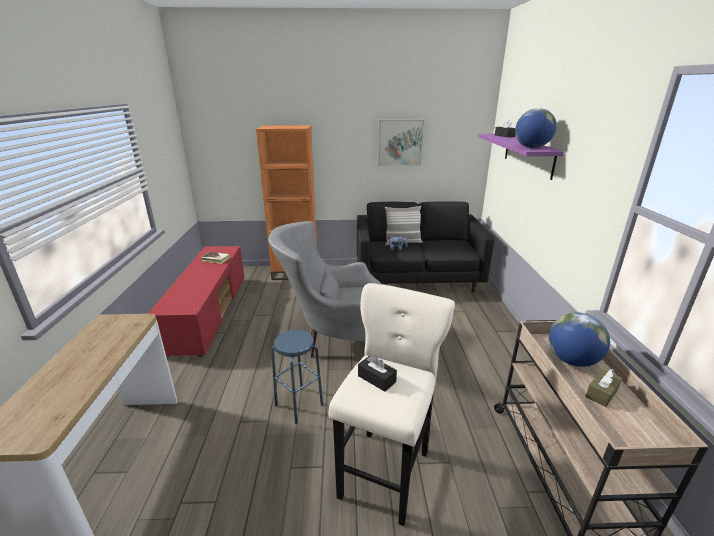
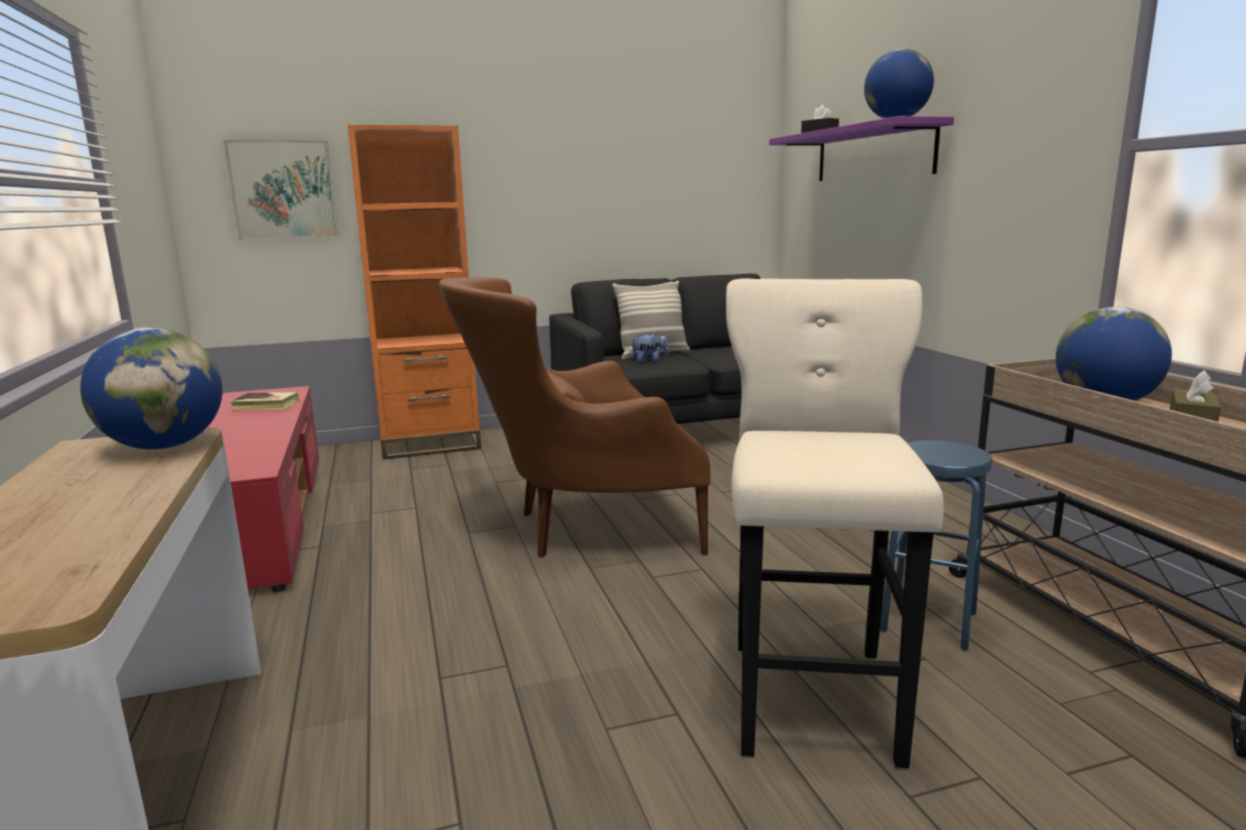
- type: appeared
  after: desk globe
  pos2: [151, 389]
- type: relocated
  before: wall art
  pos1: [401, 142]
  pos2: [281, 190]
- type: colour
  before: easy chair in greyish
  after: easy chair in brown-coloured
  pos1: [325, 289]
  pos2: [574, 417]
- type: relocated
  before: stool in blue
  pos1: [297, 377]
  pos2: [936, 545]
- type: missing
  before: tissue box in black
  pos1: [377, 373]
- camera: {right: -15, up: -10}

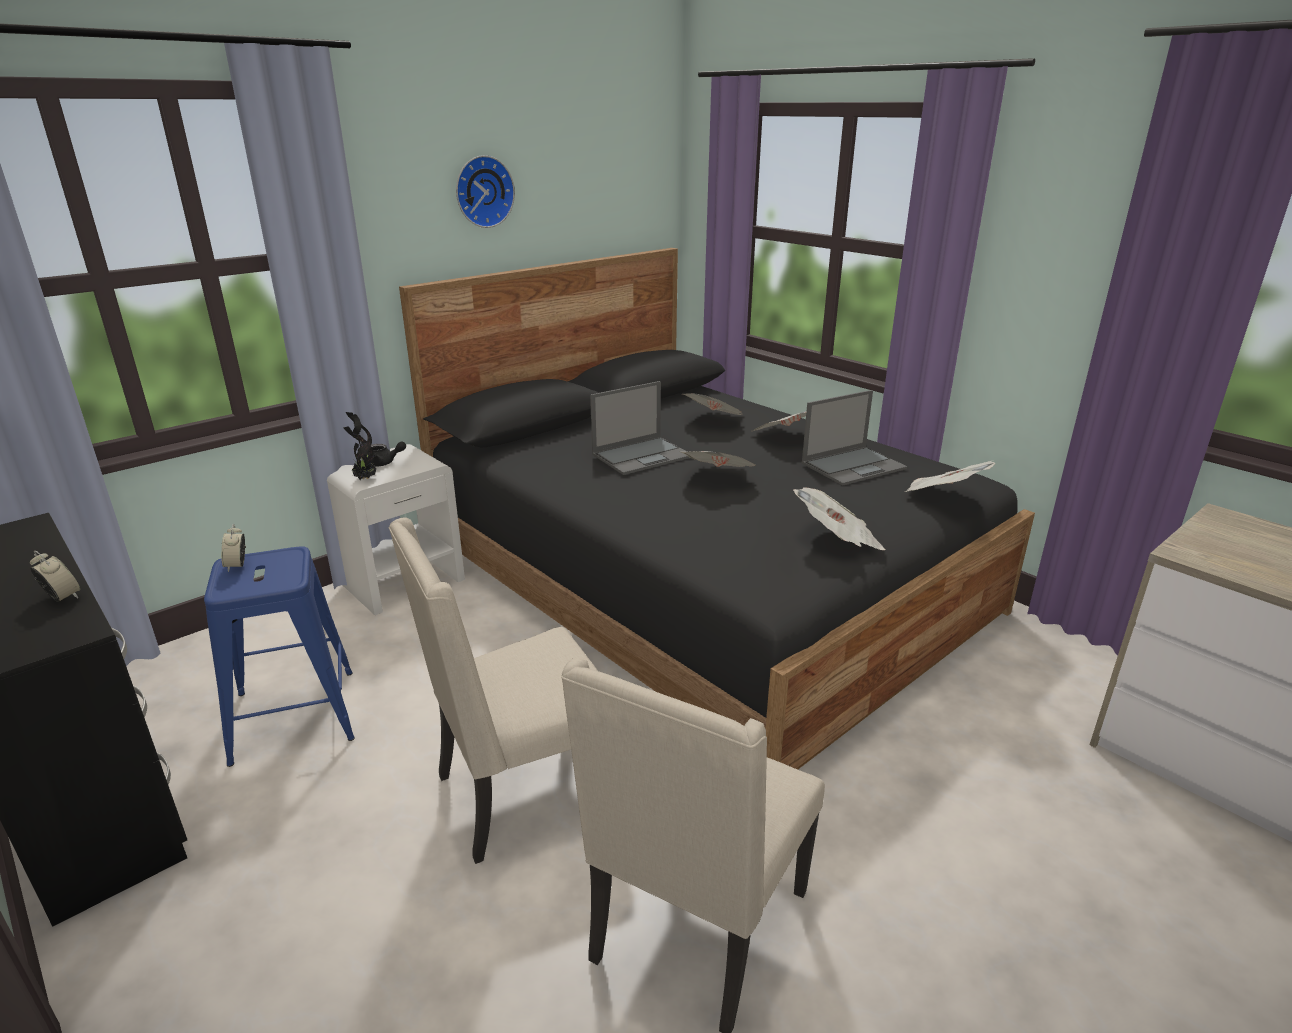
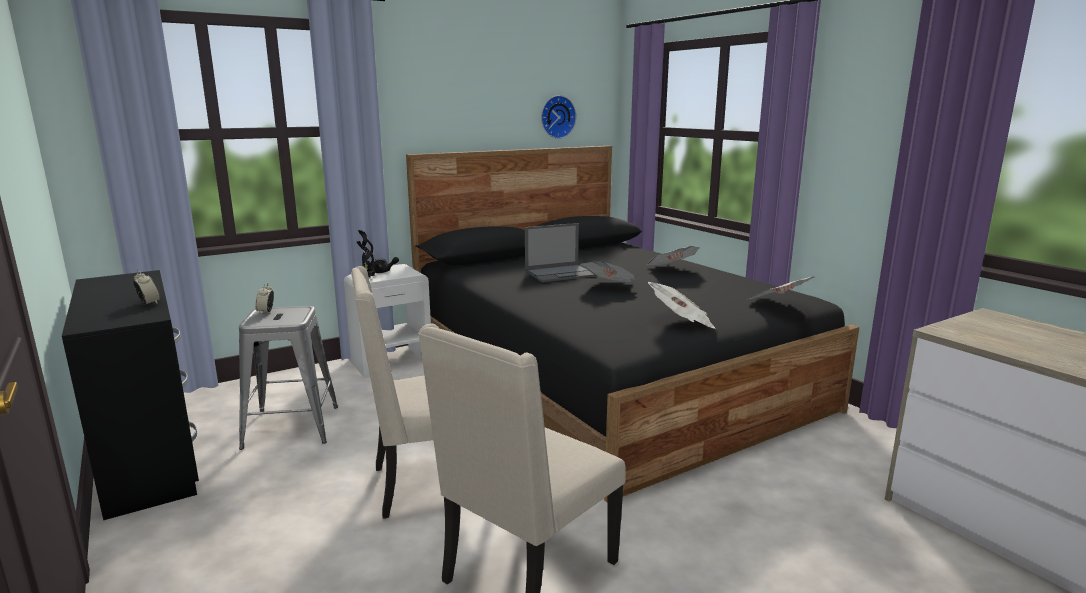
- type: colour
  before: stool in blue
  after: stool in greyish
  pos1: [279, 656]
  pos2: [288, 378]
- type: relocated
  before: clock on the wall
  pos1: [485, 191]
  pos2: [558, 117]
- type: missing
  before: printed paper
  pos1: [713, 404]
- type: missing
  before: laptop
  pos1: [854, 438]
- camera: {right: 10, up: -10}

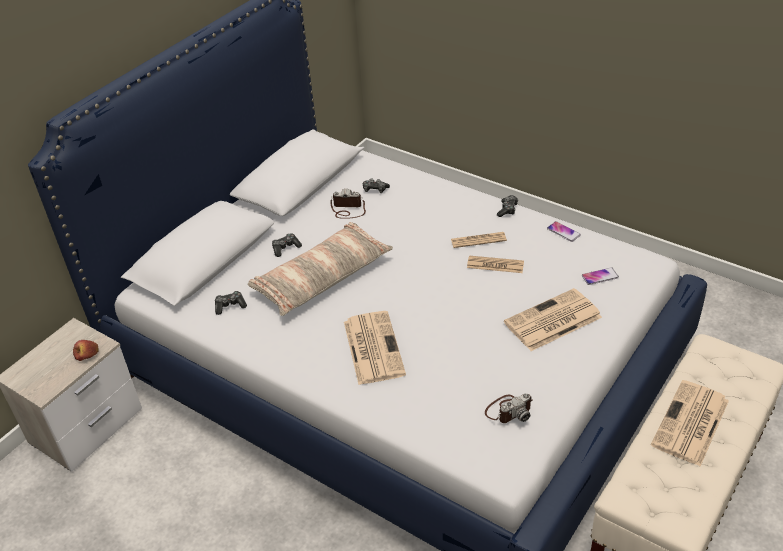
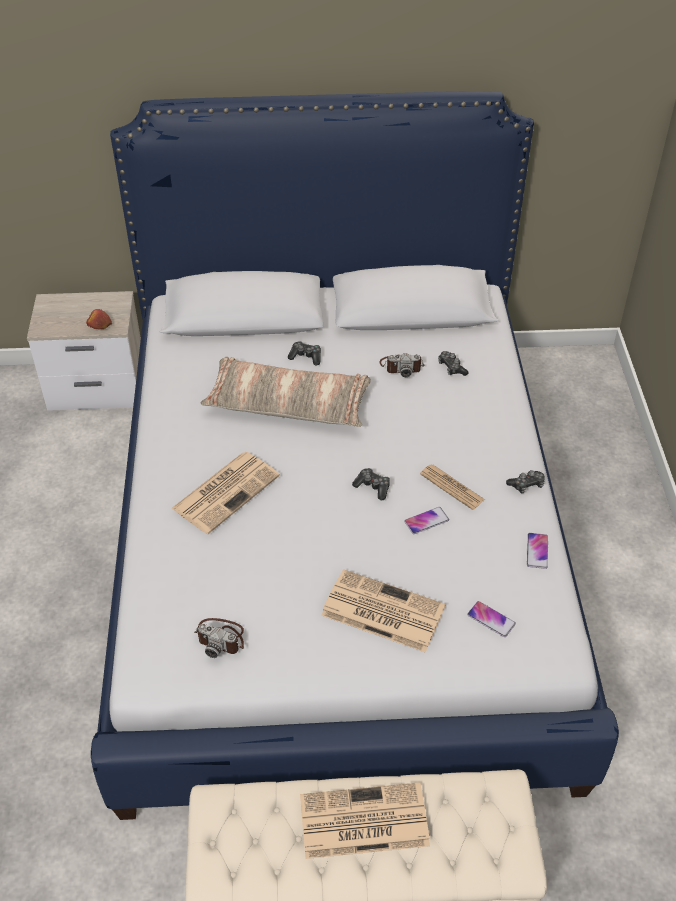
- type: relocated
  before: game controller
  pos1: [231, 303]
  pos2: [371, 484]
- type: spun
  before: still camera
  pos1: [348, 204]
  pos2: [402, 365]
  turn: 120
- type: exchanged
  before: printed paper
  after: handset
  pos1: [495, 264]
  pos2: [426, 520]
- camera: {right: 50, up: 5}

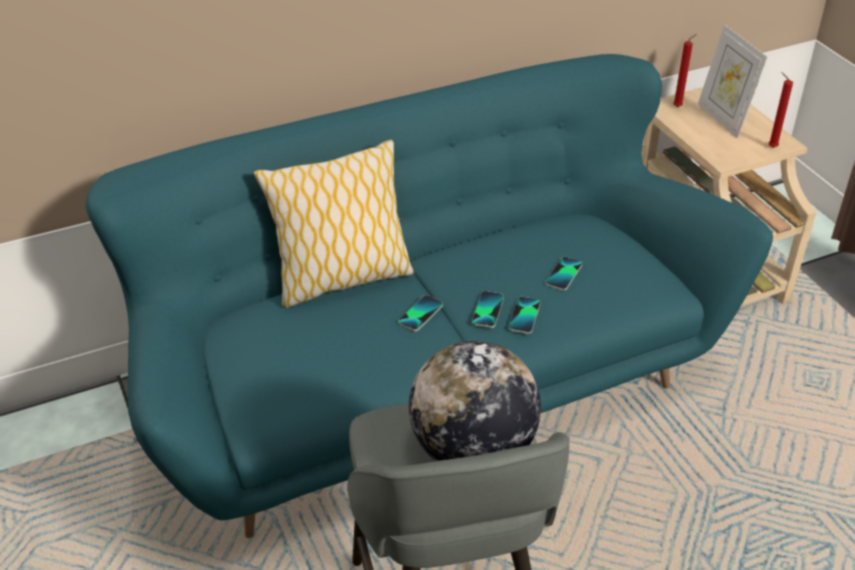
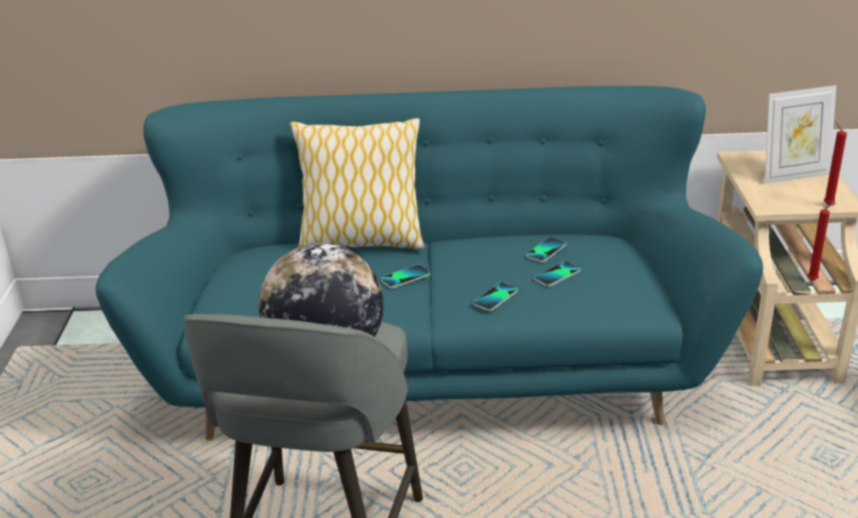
- type: relocated
  before: handset
  pos1: [488, 309]
  pos2: [546, 249]
- type: spun
  before: picture frame
  pos1: [733, 81]
  pos2: [801, 134]
  turn: -105
- type: relocated
  before: wax candle in red-coloured
  pos1: [685, 70]
  pos2: [821, 242]
- camera: {right: 25, up: -10}

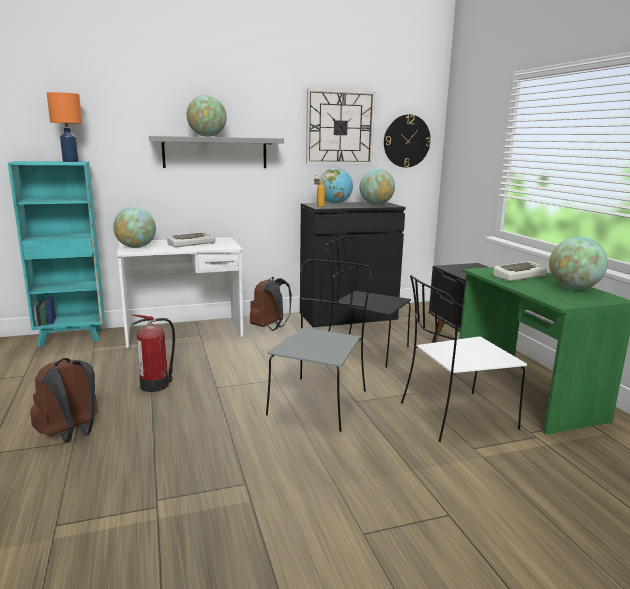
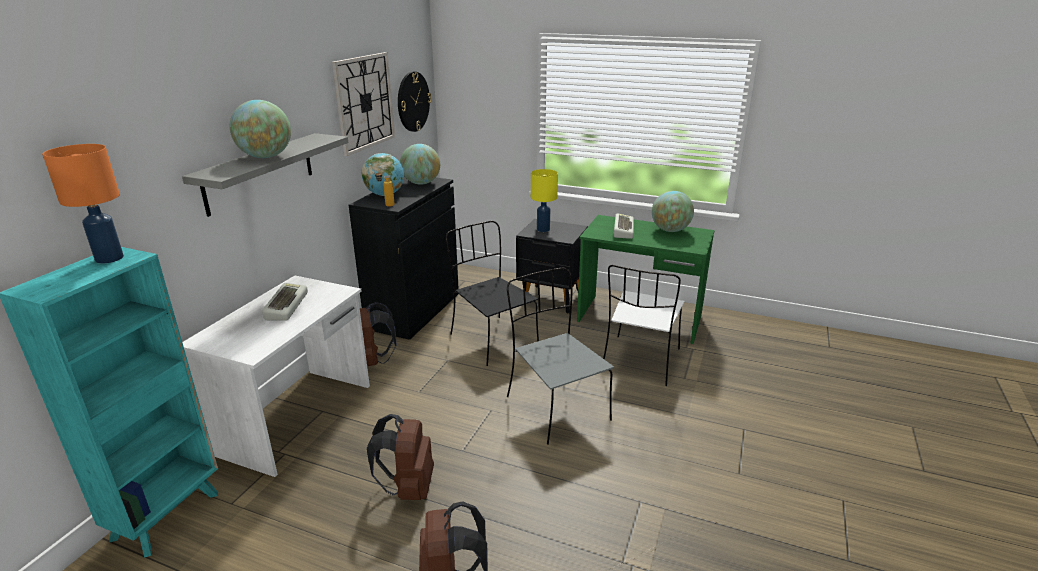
- type: exchanged
  before: fire extinguisher
  after: knapsack in brown-coloured
  pos1: [153, 353]
  pos2: [400, 457]
- type: spun
  before: upright chair in black
  pos1: [368, 302]
  pos2: [492, 293]
  turn: 75
- type: appeared
  after: table lamp in yellow
  pos2: [544, 200]
- type: missing
  before: desk globe
  pos1: [134, 227]
- camera: {right: -50, up: 10}

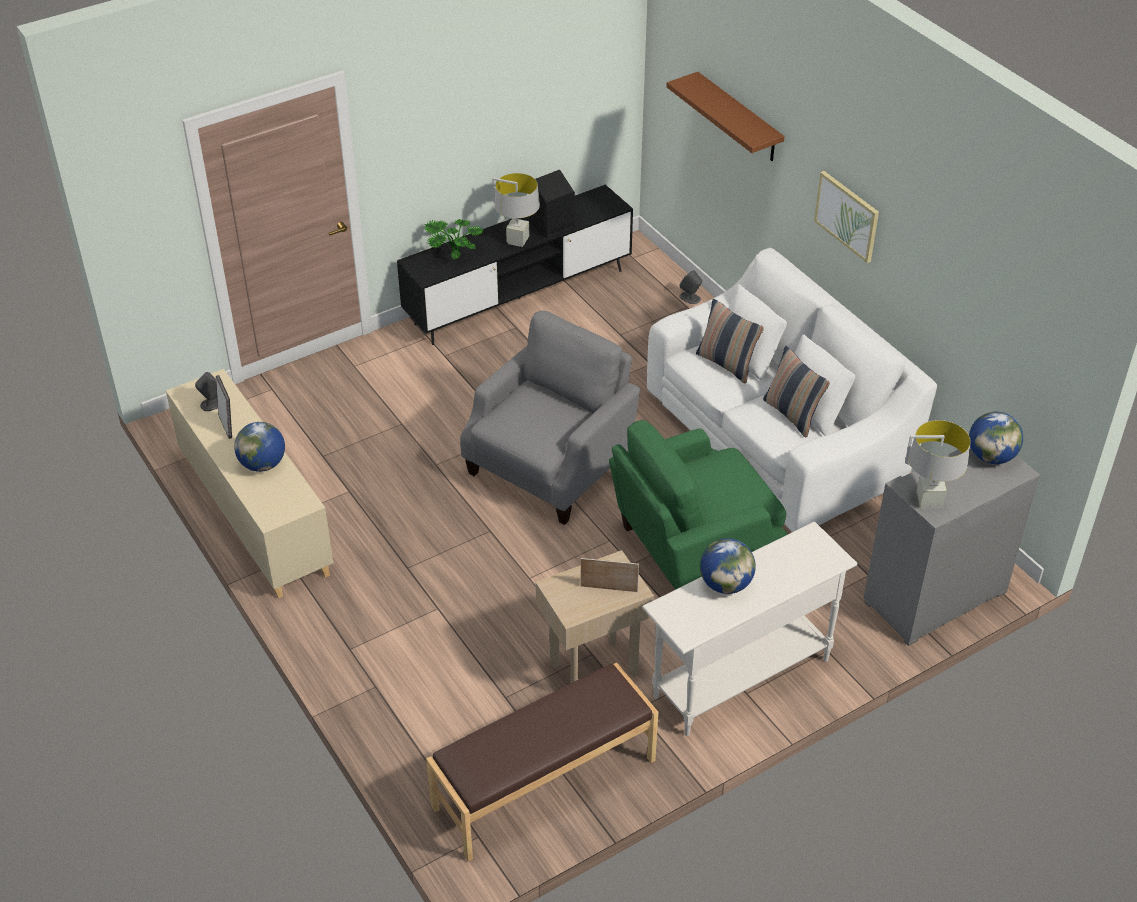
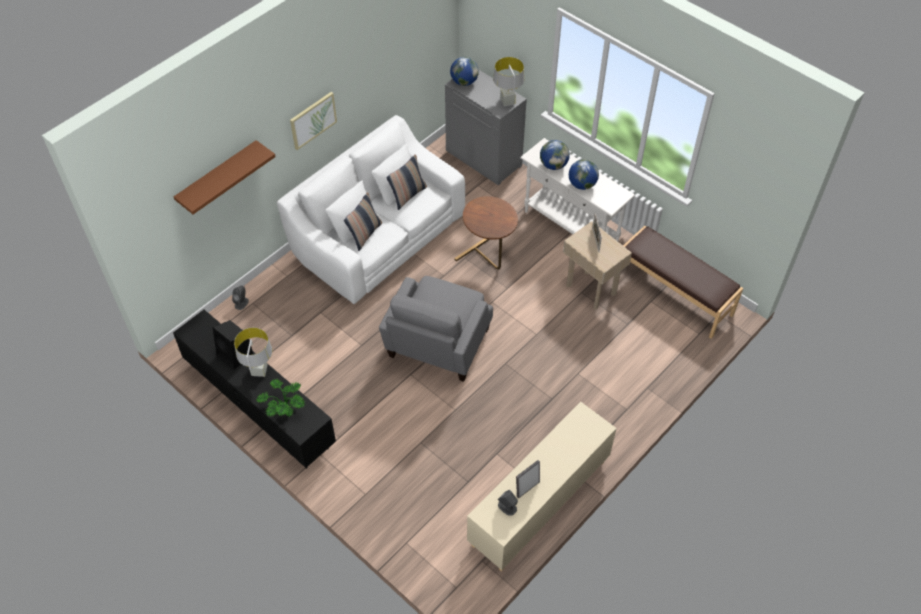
- type: spun
  before: easy chair in greyish
  pos1: [550, 418]
  pos2: [436, 329]
  turn: -90
- type: exchanged
  before: easy chair in greenish
  after: accent table in brown-coloured
  pos1: [698, 505]
  pos2: [486, 232]
- type: relocated
  before: desk globe
  pos1: [259, 447]
  pos2: [555, 155]
- camera: {right: -105, up: 10}

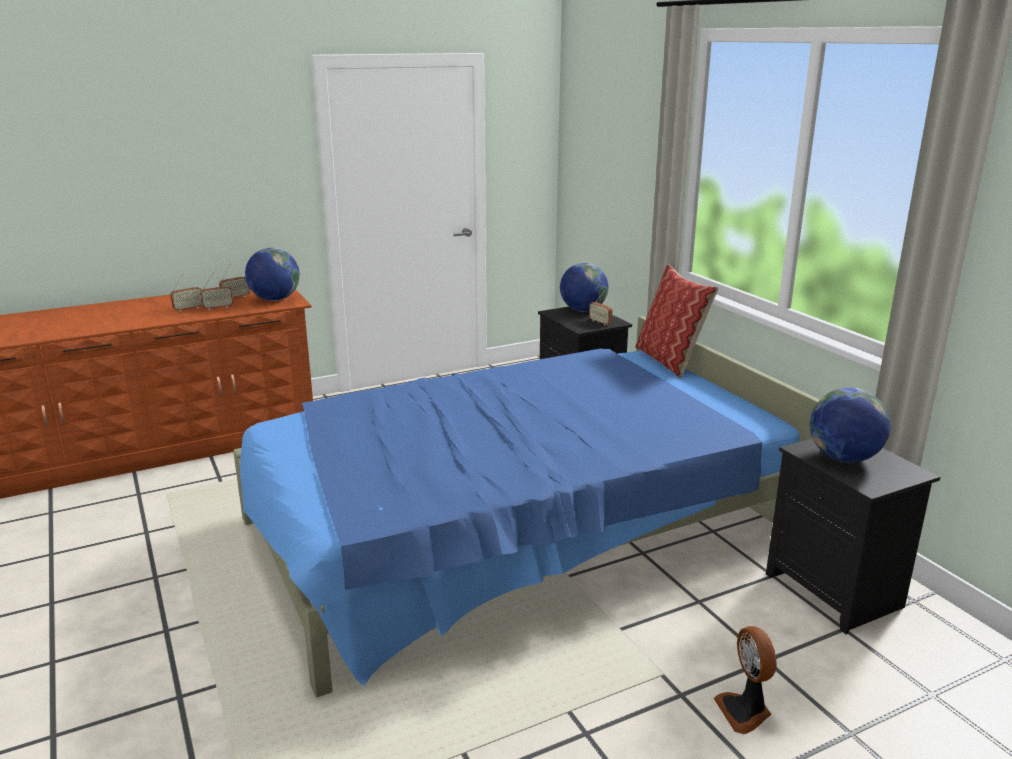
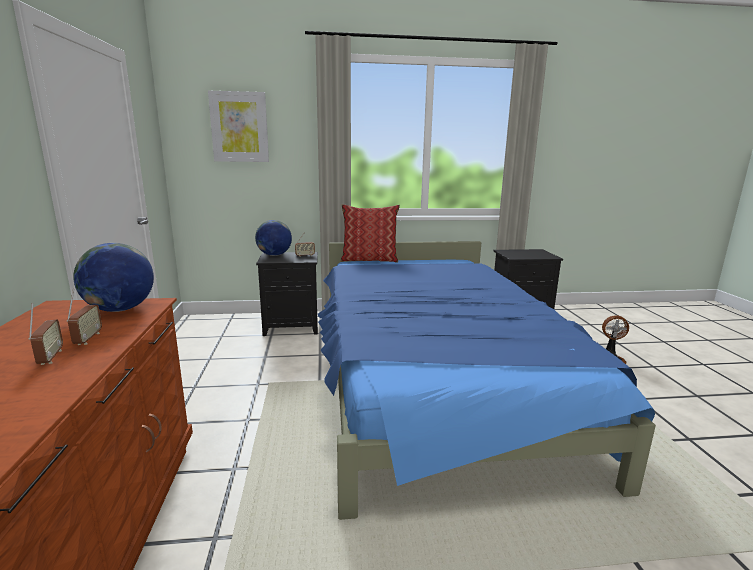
- type: appeared
  after: wall art
  pos2: [238, 126]
- type: missing
  before: radio receiver
  pos1: [234, 281]
- type: missing
  before: desk globe
  pos1: [850, 425]
- camera: {right: -70, up: -5}

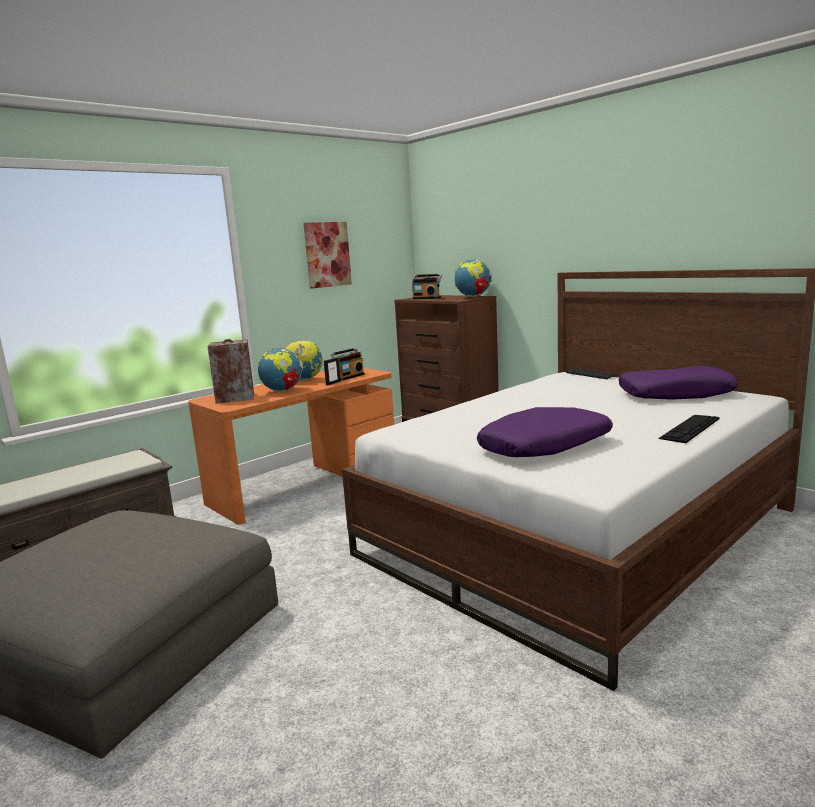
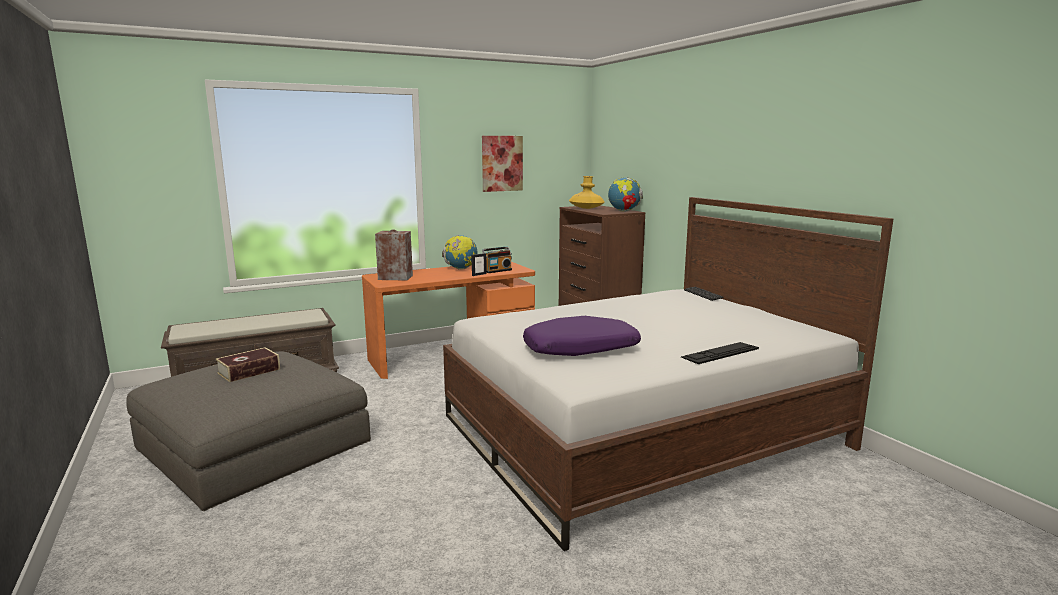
- type: appeared
  after: book
  pos2: [248, 364]
- type: exchanged
  before: radio receiver
  after: decorative vase in yellow
  pos1: [427, 286]
  pos2: [587, 192]
- type: missing
  before: desk globe
  pos1: [280, 370]
- type: missing
  before: throw pillow in purplish
  pos1: [678, 383]
- camera: {right: 15, up: 0}

